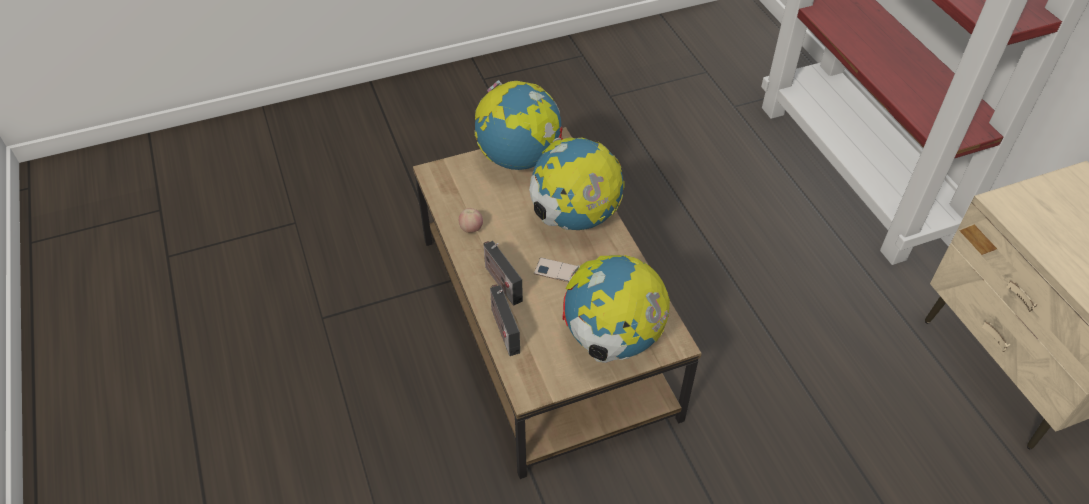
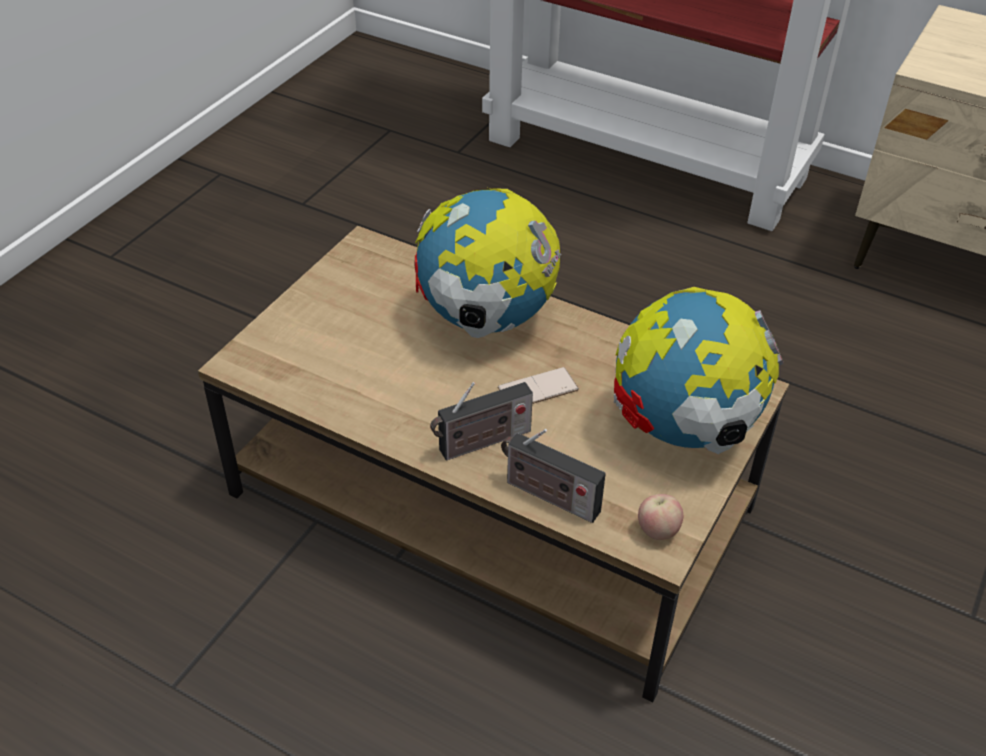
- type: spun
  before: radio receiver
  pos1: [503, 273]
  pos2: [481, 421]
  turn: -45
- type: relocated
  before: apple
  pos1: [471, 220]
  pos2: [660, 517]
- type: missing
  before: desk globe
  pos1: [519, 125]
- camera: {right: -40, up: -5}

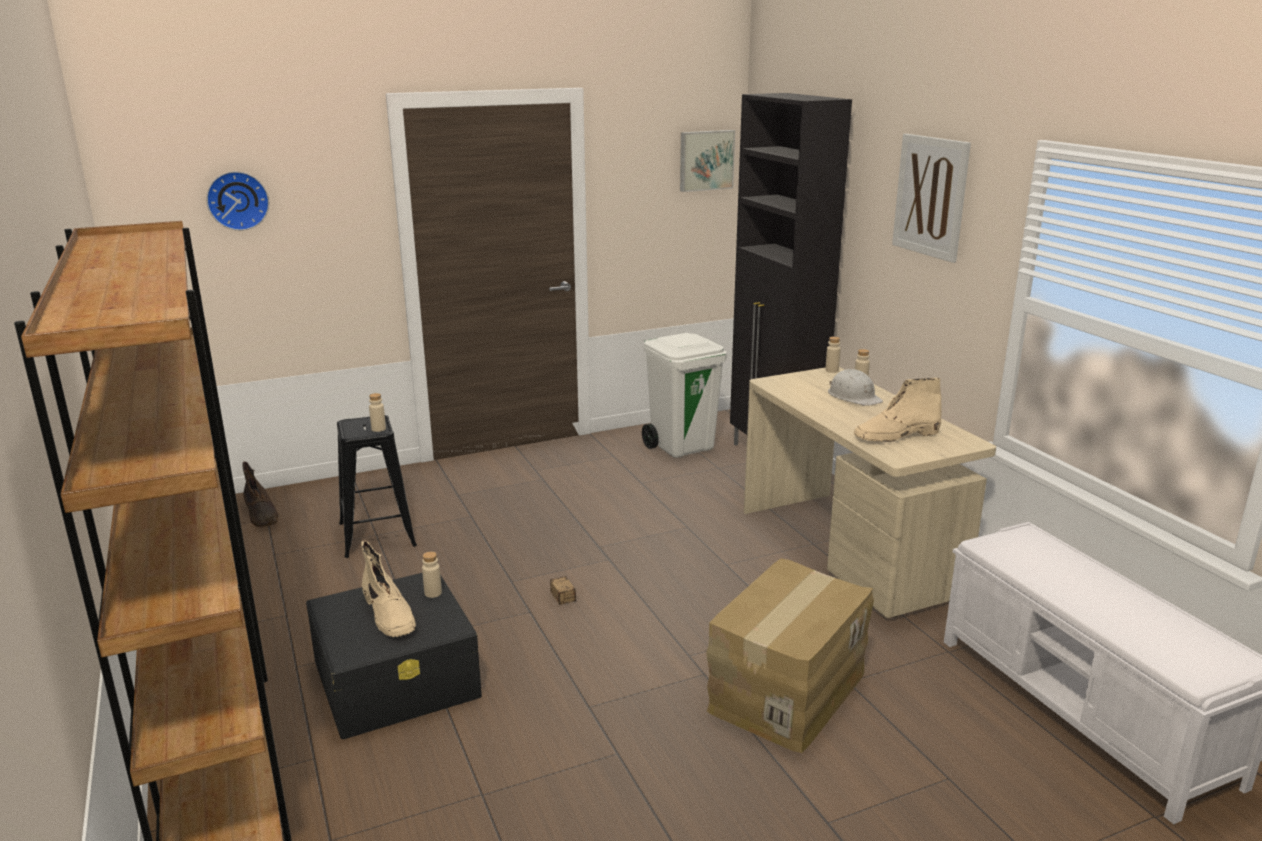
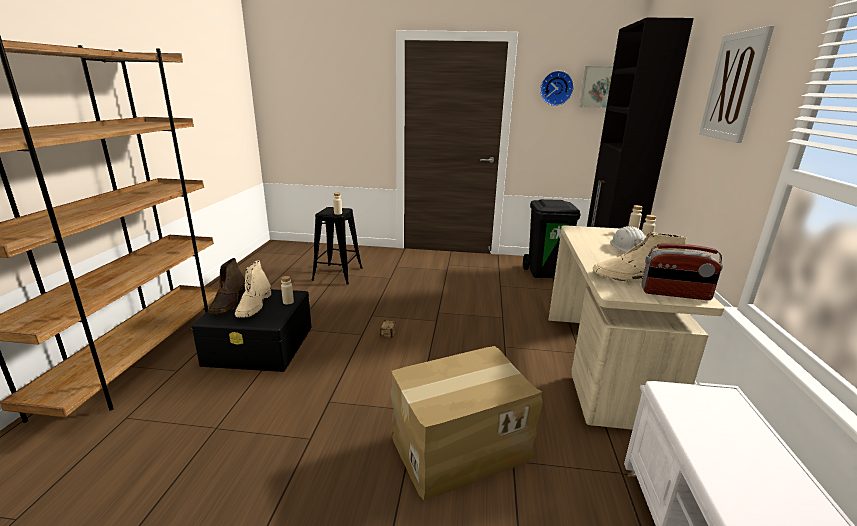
- type: relocated
  before: boot in brown-coloured
  pos1: [260, 494]
  pos2: [226, 286]
- type: colour
  before: trash can in whitish
  after: trash can in black
  pos1: [684, 395]
  pos2: [552, 238]
- type: relocated
  before: clock on the wall
  pos1: [237, 201]
  pos2: [557, 88]
- type: appeared
  after: radio receiver
  pos2: [682, 271]
- camera: {right: 30, up: 0}

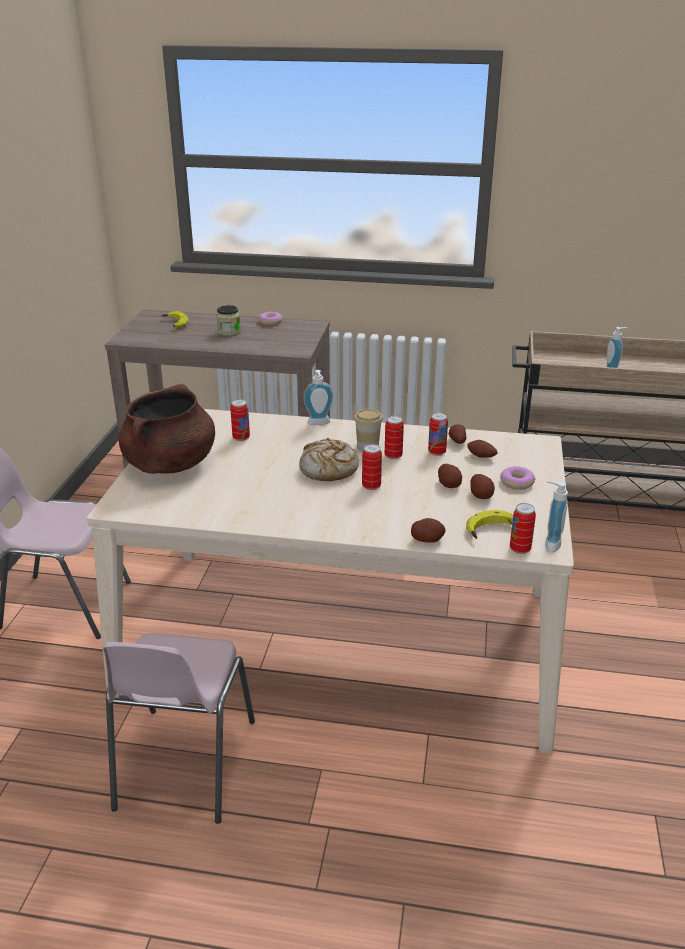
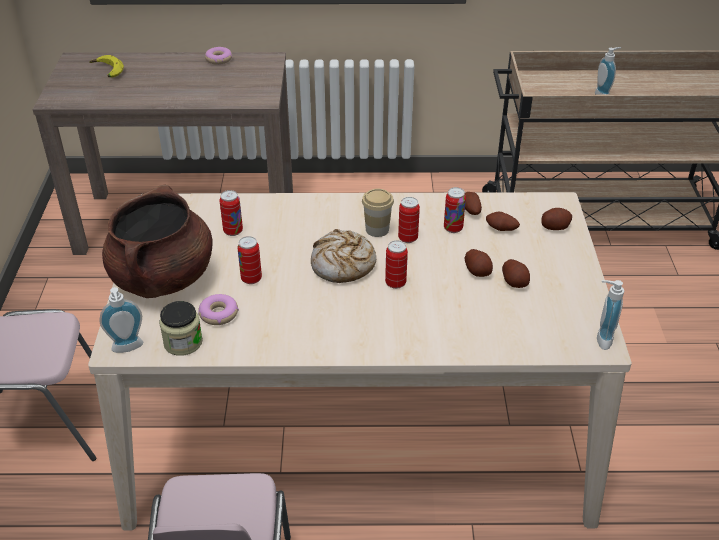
- type: relocated
  before: soap bottle
  pos1: [318, 397]
  pos2: [121, 320]
- type: relocated
  before: storage jar
  pos1: [228, 320]
  pos2: [181, 328]
- type: relocated
  before: doughnut
  pos1: [517, 478]
  pos2: [218, 309]
- type: relocated
  before: metal can
  pos1: [523, 528]
  pos2: [249, 260]
- type: relocated
  before: spud
  pos1: [428, 530]
  pos2: [556, 219]
- type: missing
  before: whole banana
  pos1: [489, 524]
- camera: {right: -10, up: 10}

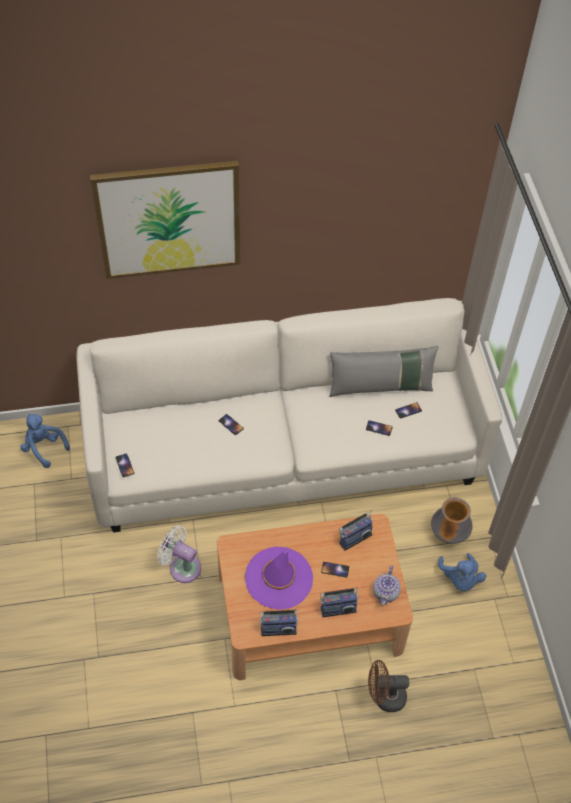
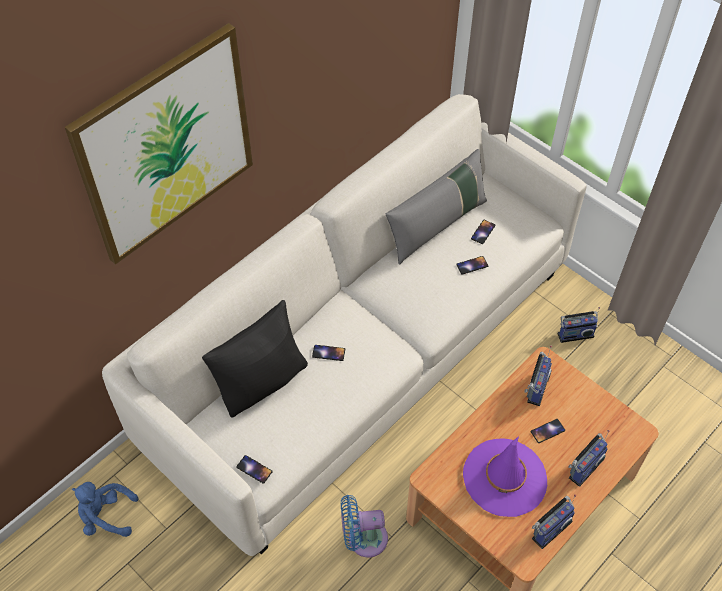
- type: appeared
  after: throw pillow in black
  pos2: [255, 359]
- type: colour
  before: fan in whitish
  after: fan in blue
  pos1: [179, 554]
  pos2: [364, 526]
- type: exchanged
  before: decorative vase
  after: radio receiver
  pos1: [452, 521]
  pos2: [579, 325]
- type: missing
  before: fan in brown-coloured
  pos1: [388, 686]
- type: missing
  before: tea pot
  pos1: [387, 585]
- type: missing
  before: plush toy in blue
  pos1: [462, 572]
- camera: {right: -35, up: 0}

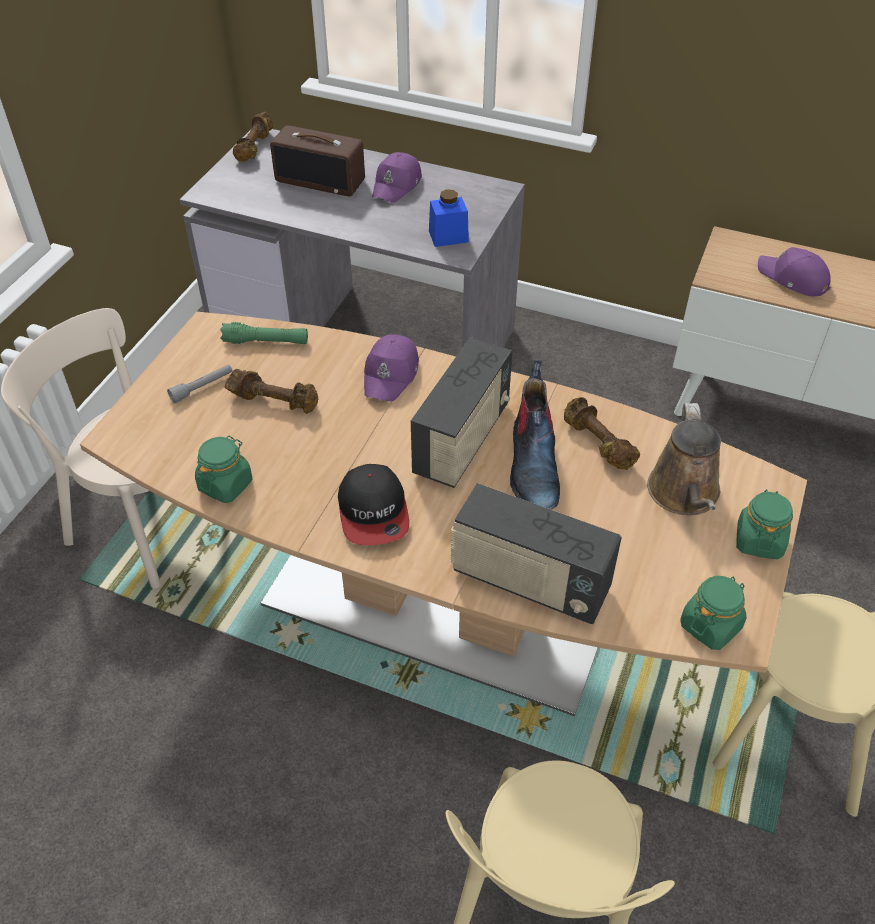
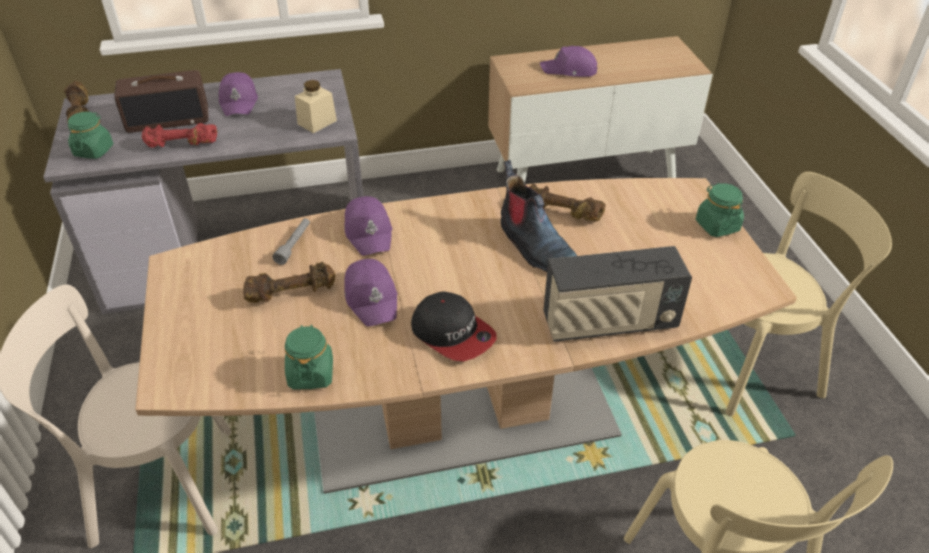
- type: relocated
  before: storage jar in greenish
  pos1: [714, 613]
  pos2: [90, 135]
- type: appeared
  after: hand weight in red-coloured
  pos2: [180, 135]
- type: relocated
  before: hand torch in greyish
  pos1: [200, 384]
  pos2: [291, 241]
- type: colour
  before: storage jar in blue
  after: storage jar in beige-coloured
  pos1: [449, 218]
  pos2: [316, 106]
- type: appeared
  after: cap in purplish
  pos2: [371, 293]
- type: missing
  before: hand torch in greenish
  pos1: [264, 333]
- type: missing
  before: radio receiver
  pos1: [461, 412]
- type: missing
  before: watering can in brown-coloured
  pos1: [684, 459]
- camera: {right: -35, up: -5}

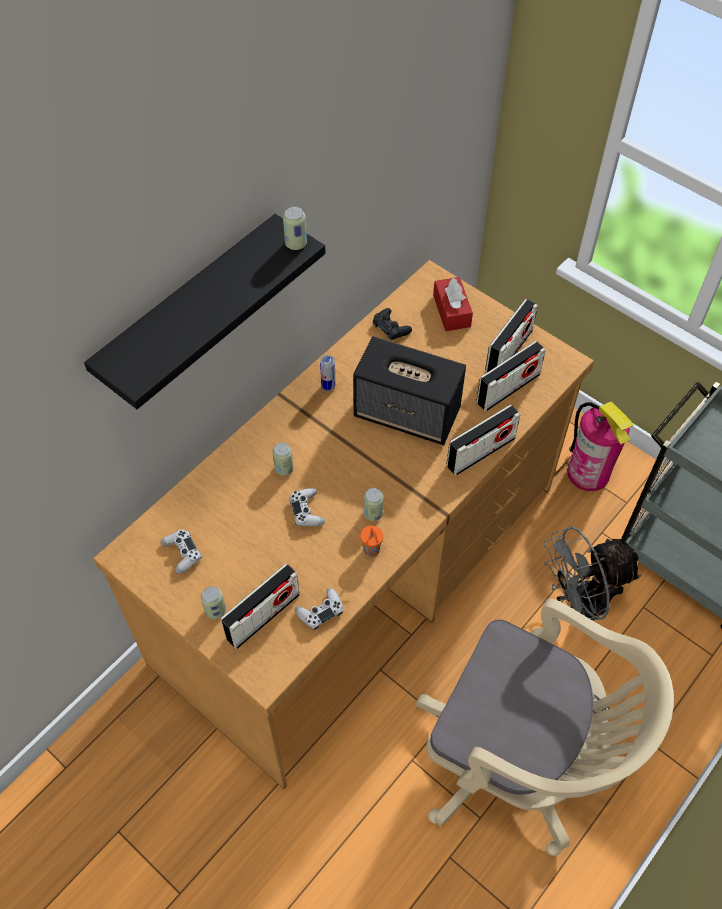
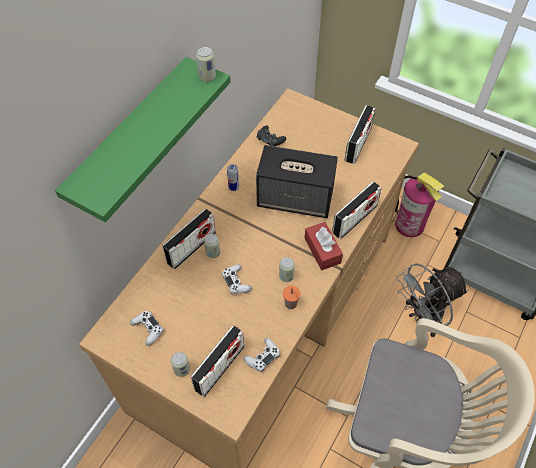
- type: colour
  before: bracket shelf in black
  after: bracket shelf in greenish
  pos1: [205, 311]
  pos2: [143, 139]
- type: relocated
  before: radio receiver
  pos1: [511, 376]
  pos2: [189, 238]
- type: relocated
  before: tissue box in red-coloured
  pos1: [453, 304]
  pos2: [323, 246]
- camera: {right: -10, up: 0}

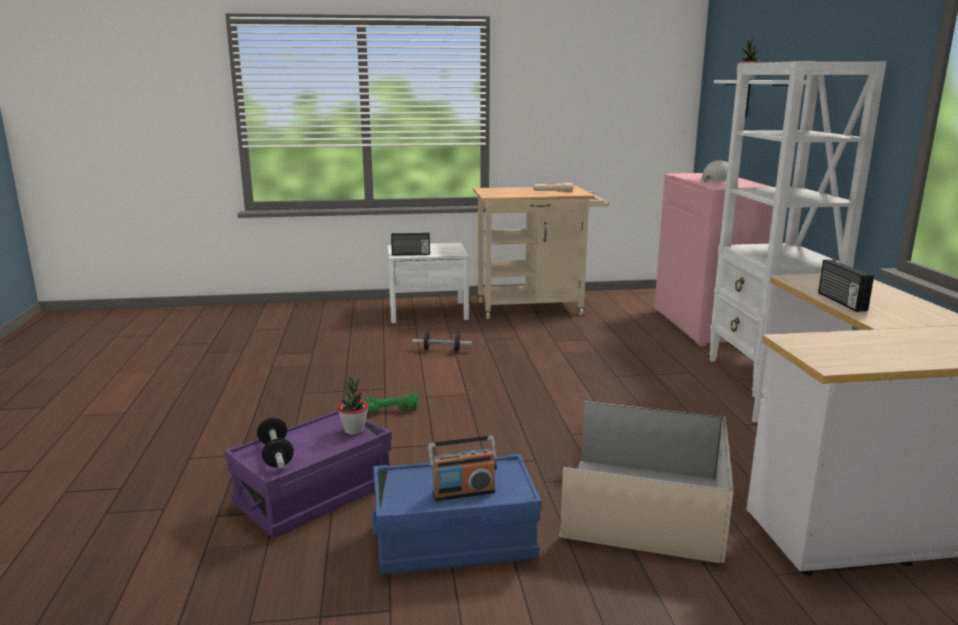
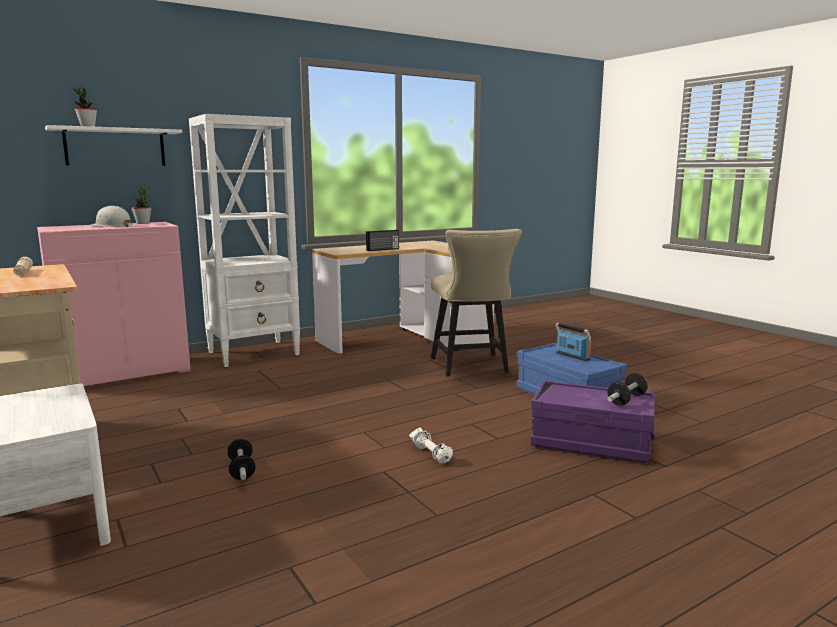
- type: relocated
  before: potted plant
  pos1: [353, 405]
  pos2: [141, 205]
- type: colour
  before: hand weight in greenish
  after: hand weight in whitish
  pos1: [391, 402]
  pos2: [431, 446]
- type: exchanged
  before: storage box in beige-coloured
  after: upright chair in beige-coloured
  pos1: [646, 482]
  pos2: [476, 303]
- type: missing
  before: radio receiver
  pos1: [410, 244]
- camera: {right: -115, up: -5}

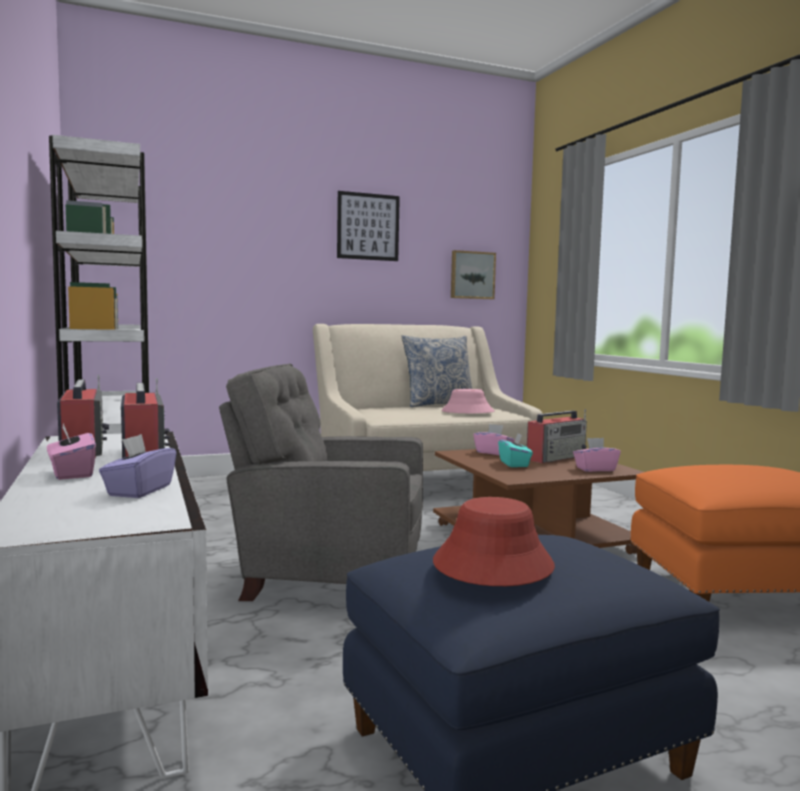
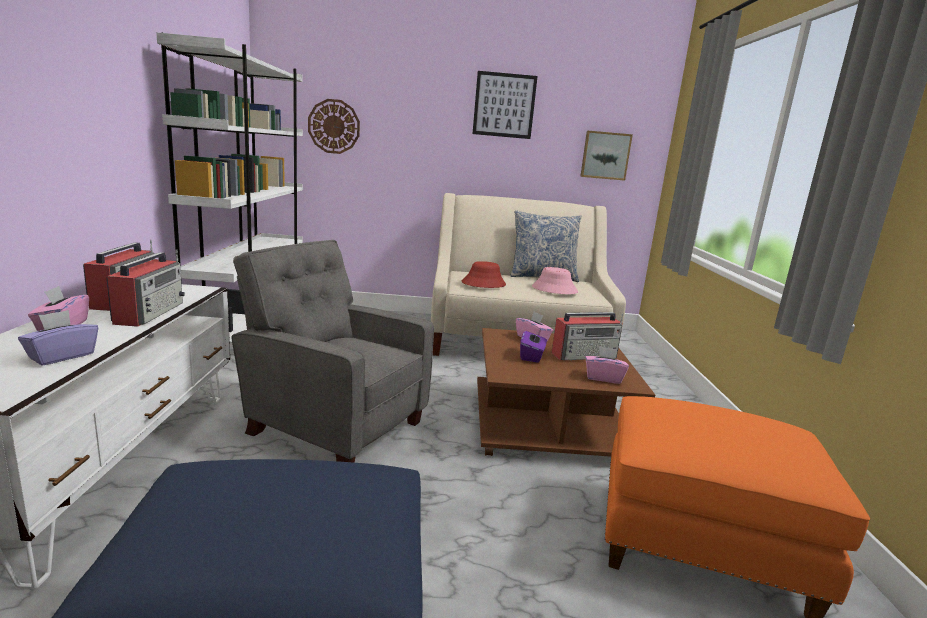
- type: appeared
  after: clock on the wall
  pos2: [334, 126]
- type: relocated
  before: hat in red-coloured
  pos1: [494, 541]
  pos2: [483, 274]
- type: colour
  before: tissue box in blue-green
  after: tissue box in purplish
  pos1: [515, 450]
  pos2: [533, 346]
- camera: {right: 20, up: 10}

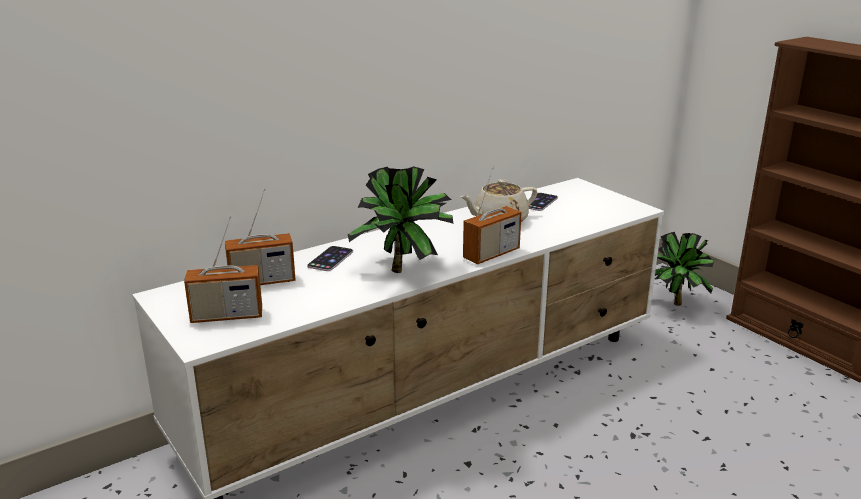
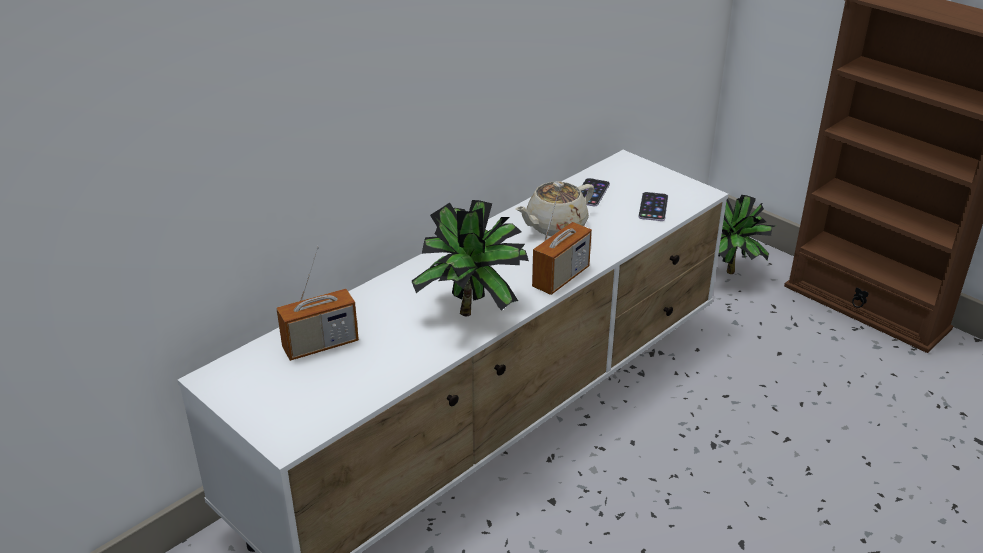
- type: relocated
  before: handset
  pos1: [330, 258]
  pos2: [653, 206]
- type: missing
  before: radio receiver
  pos1: [223, 269]
- camera: {right: -10, up: 10}

